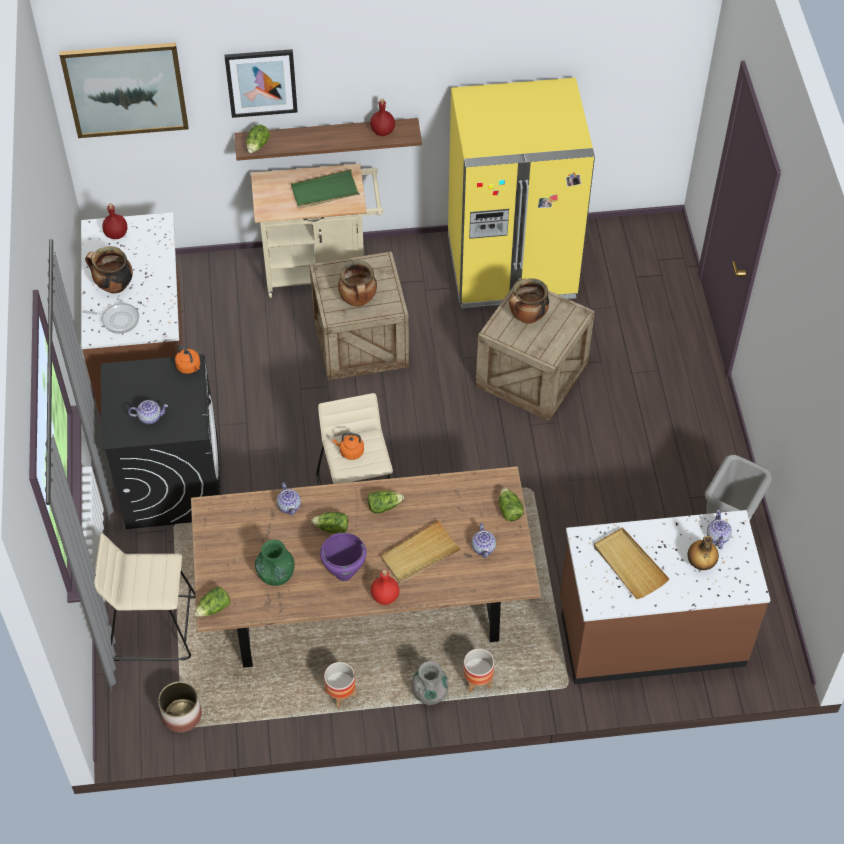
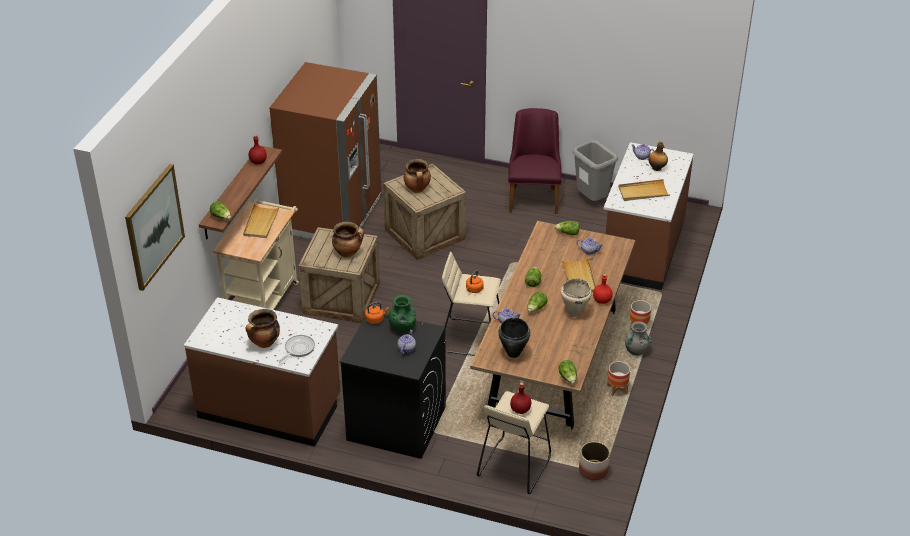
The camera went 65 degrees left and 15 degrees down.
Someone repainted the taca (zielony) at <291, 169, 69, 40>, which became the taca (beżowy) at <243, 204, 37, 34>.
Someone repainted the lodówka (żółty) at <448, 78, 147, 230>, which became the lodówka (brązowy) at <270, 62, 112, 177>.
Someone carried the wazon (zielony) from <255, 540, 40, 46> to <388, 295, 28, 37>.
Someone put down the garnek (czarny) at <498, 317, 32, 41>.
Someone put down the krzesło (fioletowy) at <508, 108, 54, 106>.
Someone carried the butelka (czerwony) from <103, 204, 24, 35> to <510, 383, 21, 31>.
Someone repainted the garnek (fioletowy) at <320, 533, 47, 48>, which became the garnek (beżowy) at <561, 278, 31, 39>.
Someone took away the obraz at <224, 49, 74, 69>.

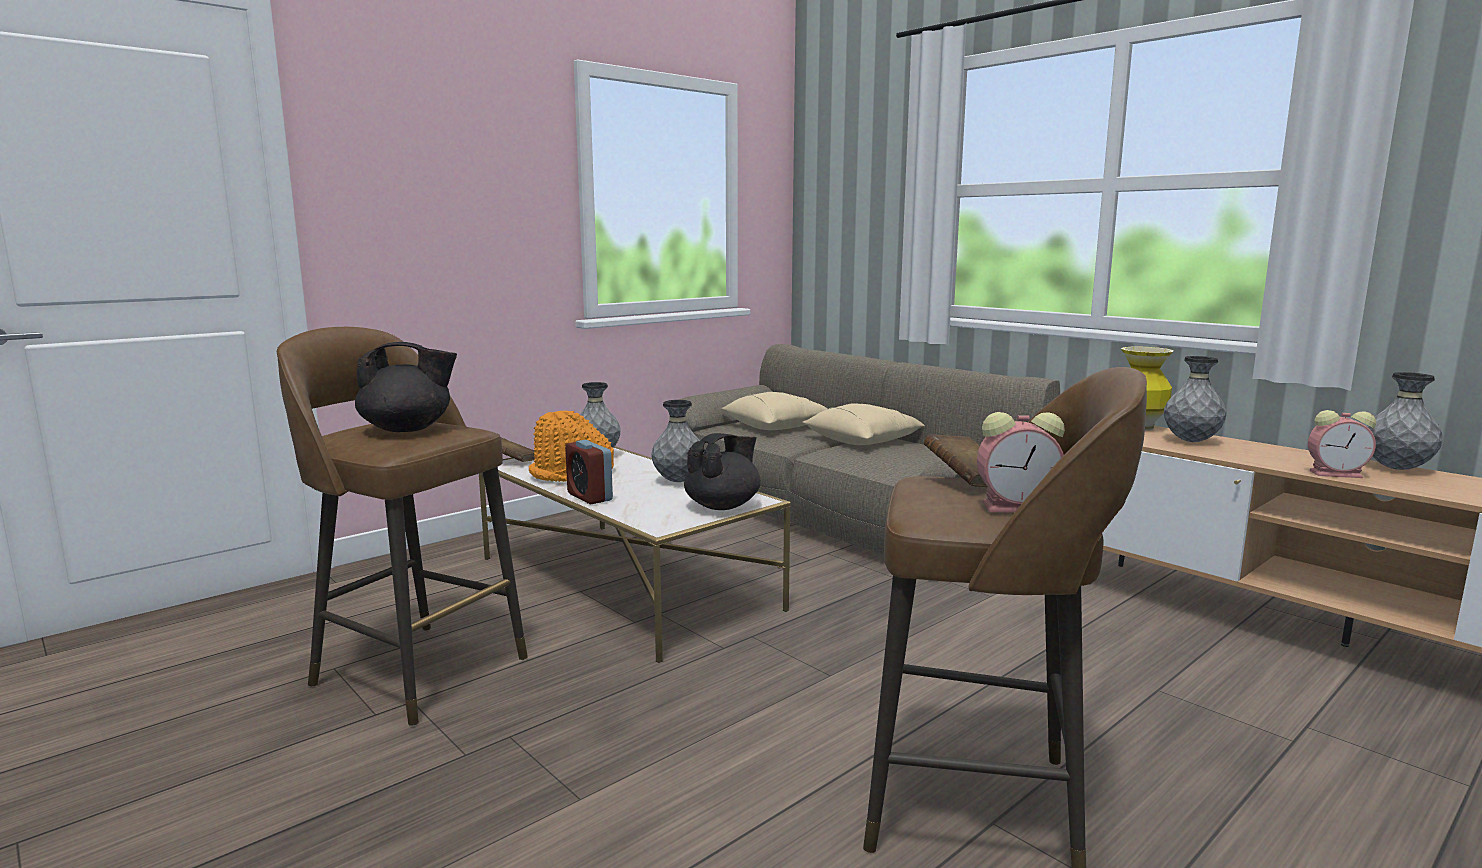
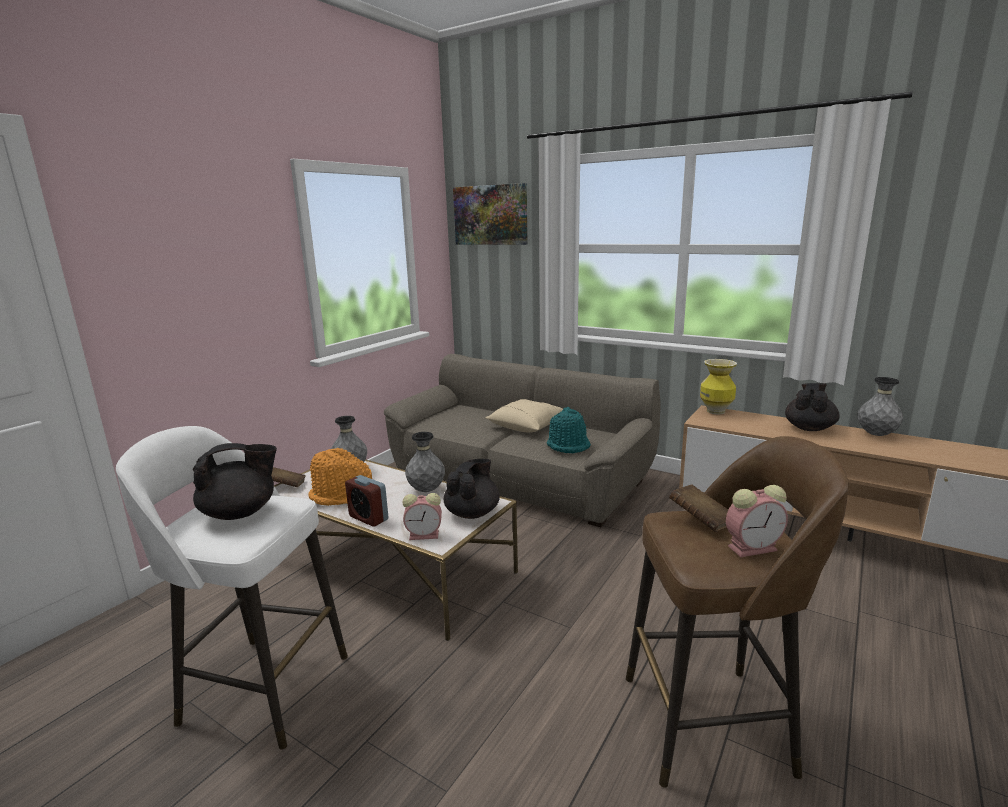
The camera went 15 degrees left and 5 degrees up.
Someone repainted the stołek (brązowy) at <277, 327, 251, 399>, which became the stołek (biały) at <116, 426, 232, 324>.
Someone carried the budzik from <1308, 410, 68, 68> to <403, 493, 39, 47>.
Someone put up the obraz at <453, 183, 74, 62>.
Someone put down the kapelusz (turkusowy) at <547, 407, 43, 46>.
Someone put down the imbryk (czarny) at <785, 383, 55, 48>.
Someone took away the poduszka (beżowy) at <721, 392, 106, 38>.
Someone took away the wazon (szary) at <1164, 356, 63, 86>.

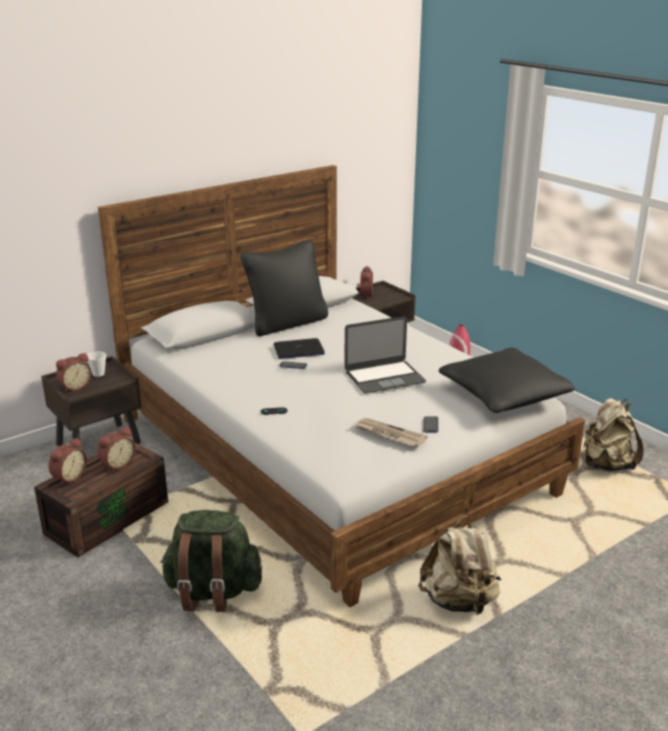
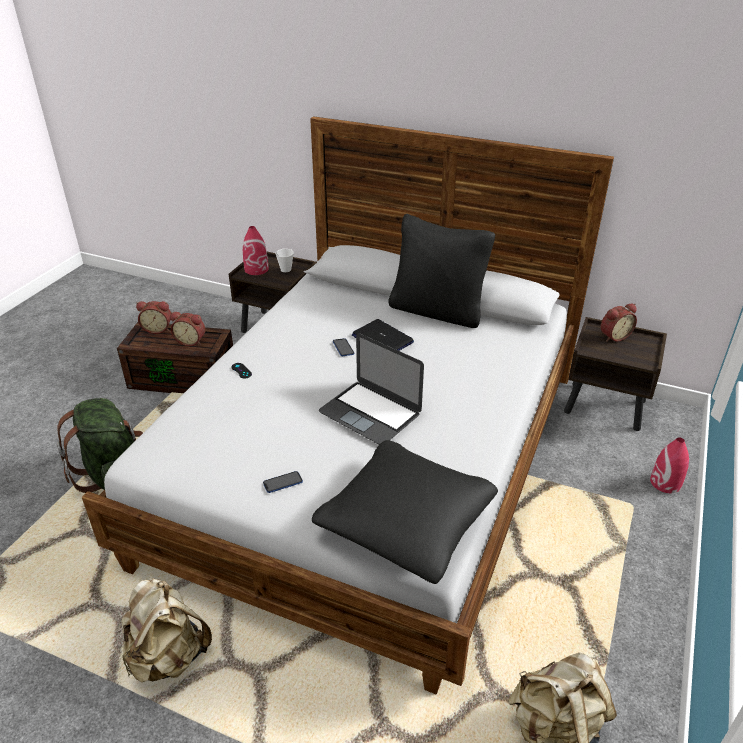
The camera went 60 degrees right and 10 degrees up.
Someone swapped the budzik at <56, 353, 36, 39> for the wazon (czerwony) at <243, 226, 26, 49>.
Someone took away the gazeta at <354, 418, 74, 29>.

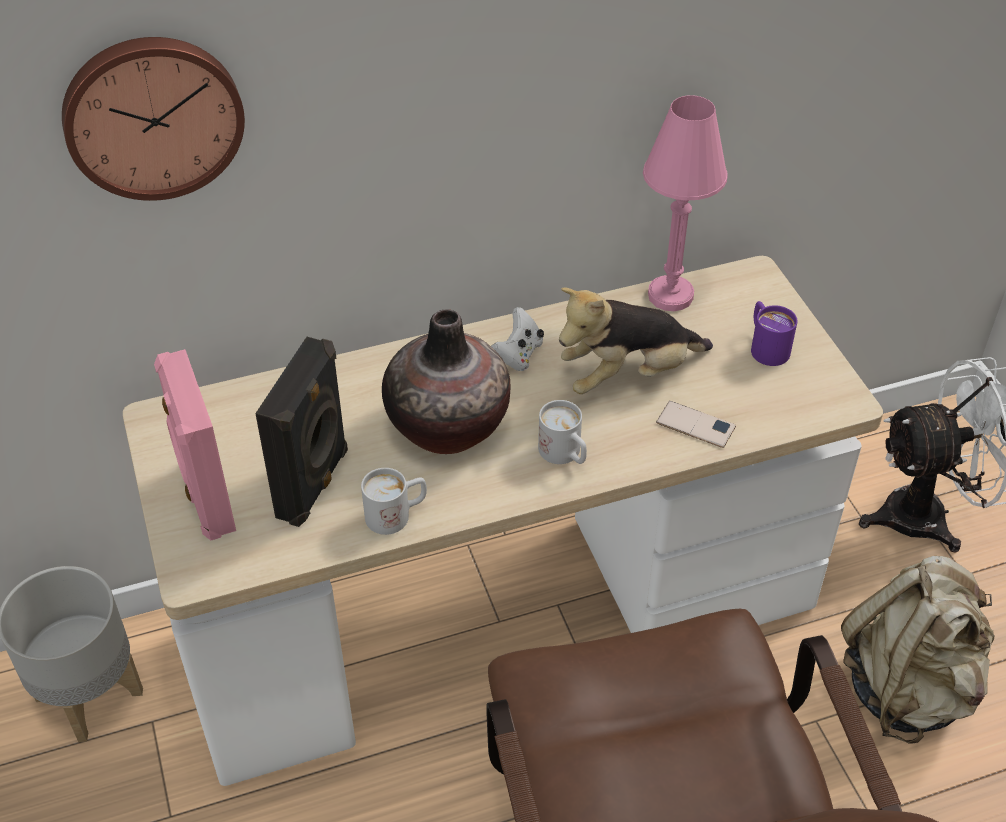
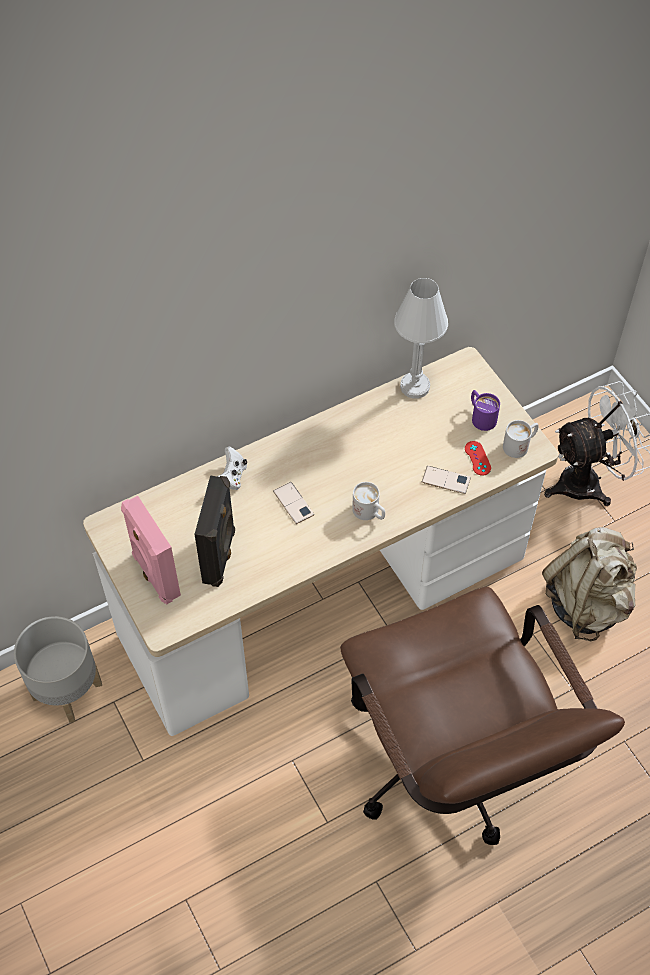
The camera went 10 degrees left and 10 degrees up.
Someone carried the pad do gier (biały) from <491, 307, 53, 64> to <217, 447, 30, 43>.
Someone swapped the wazon at <382, 309, 128, 145> for the telefon at <273, 482, 41, 42>.
Someone repainted the lampa stołowa (różowy) at <643, 95, 85, 216>, which became the lampa stołowa (biały) at <394, 278, 54, 121>.
Someone put down the pad do gier (czerwony) at <465, 441, 26, 35>.
Someone carried the kubek (biały) from <361, 468, 66, 67> to <503, 420, 36, 38>.
Someone took away the zegar ścienny at <62, 37, 183, 164>.
Someone took away the pluszak at <559, 287, 154, 107>.

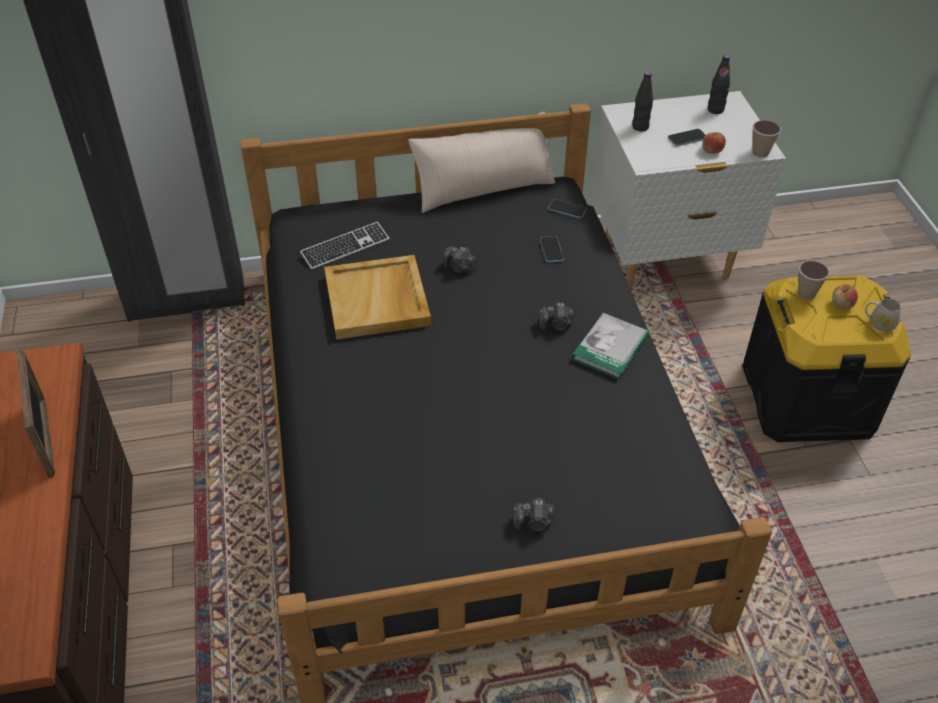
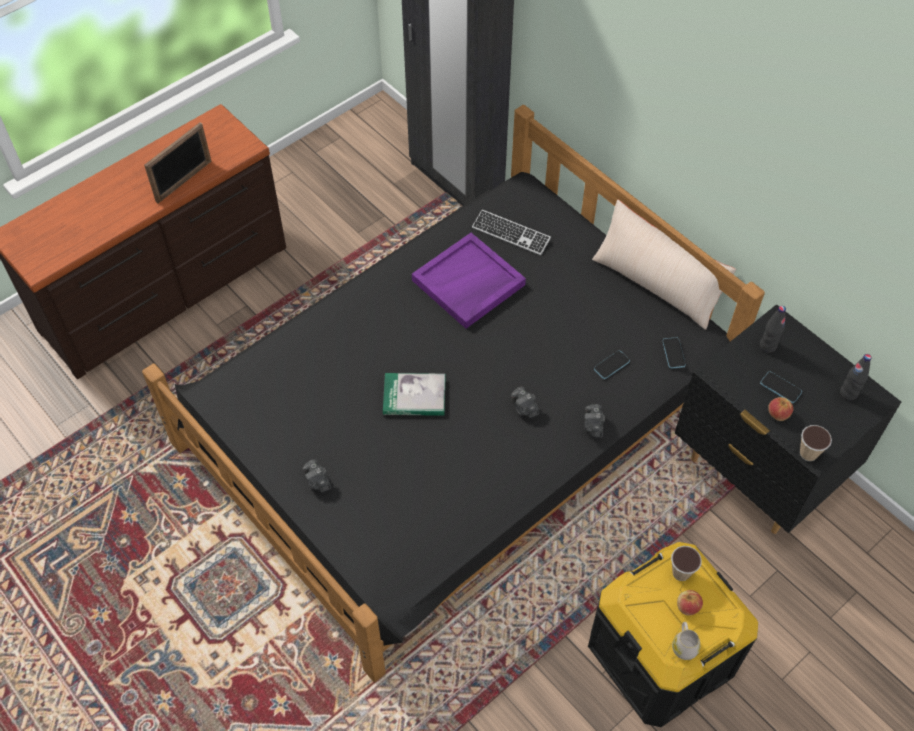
The camera went 60 degrees right and 10 degrees up.
Someone carried the książka from <572, 313, 77, 66> to <383, 373, 62, 43>.
Someone repainted the taca (beżowy) at <324, 255, 107, 85>, which became the taca (fioletowy) at <412, 233, 114, 96>.
Someone carried the aparat fotograficzny from <443, 246, 34, 27> to <585, 404, 20, 34>.
Someone repainted the szafka nocna (biały) at <592, 91, 194, 199>, which became the szafka nocna (czarny) at <675, 304, 226, 230>.

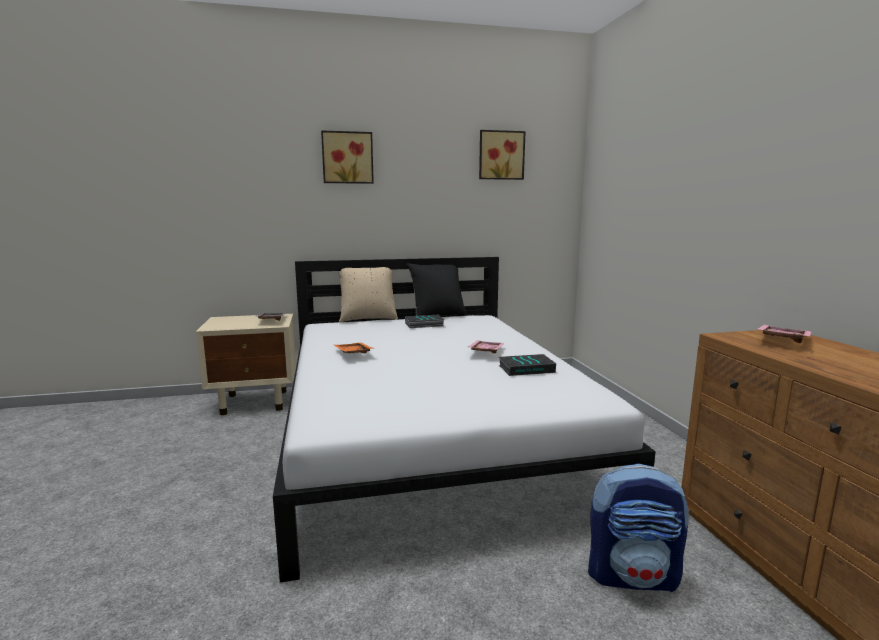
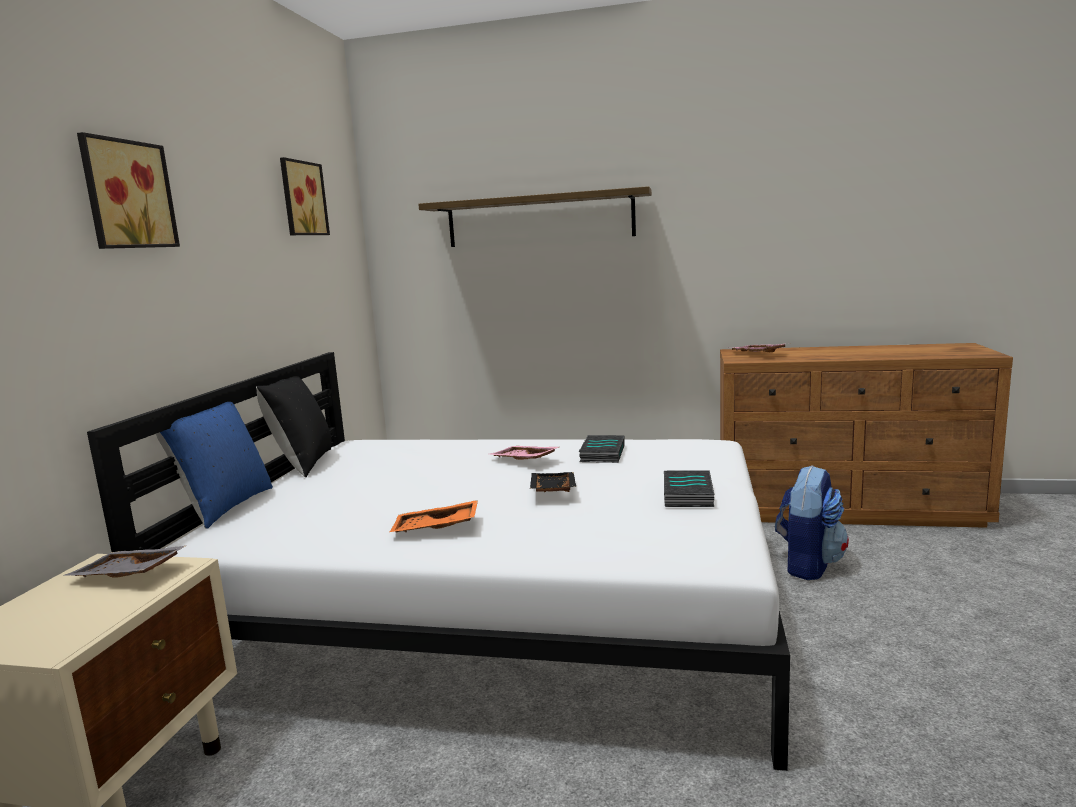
The camera went 65 degrees left and 0 degrees up.
Someone repainted the poduszka (beżowy) at <338, 267, 60, 56>, which became the poduszka (niebieski) at <156, 402, 117, 127>.
Someone put up the półka at <418, 186, 234, 61>.
Someone put down the taca (czarny) at <530, 472, 46, 20>.
Someone carried the książka from <405, 315, 40, 13> to <664, 471, 50, 36>.

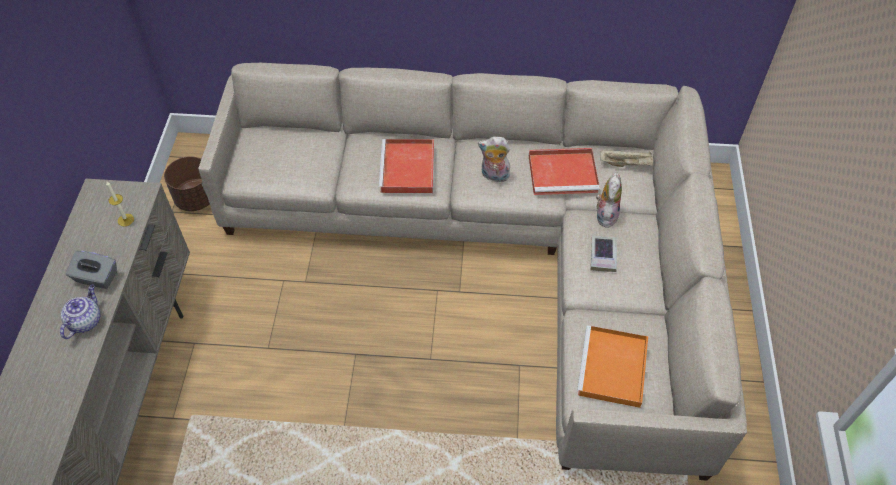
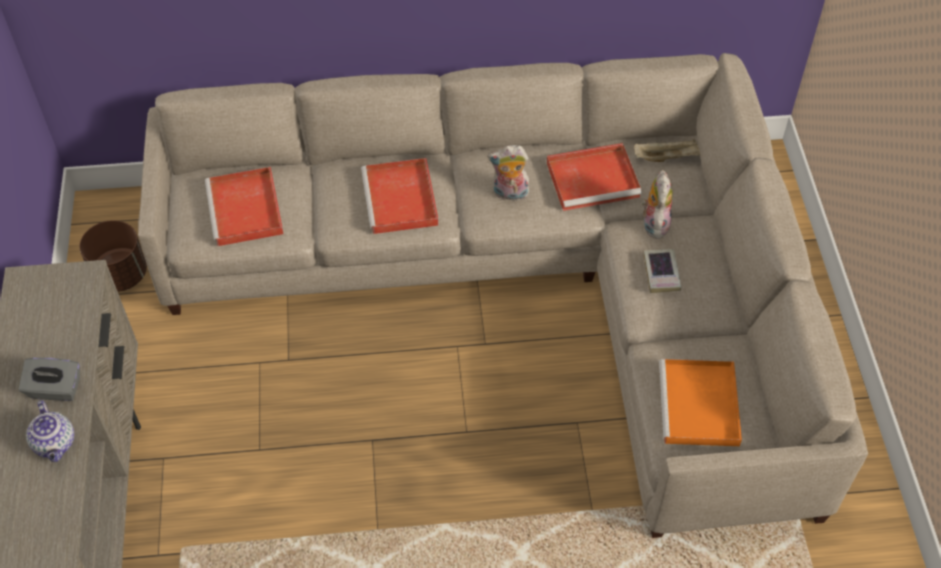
The camera went 10 degrees left and 0 degrees up.
Someone rotated the imbryk at <60, 285, 41, 54> by 150 degrees clockwise.
Someone put down the taca (czerwony) at <205, 167, 79, 79>.
Someone took away the świeca at <106, 182, 28, 45>.

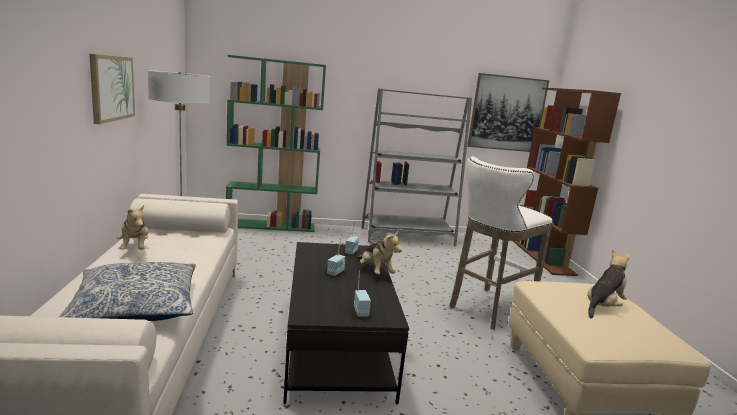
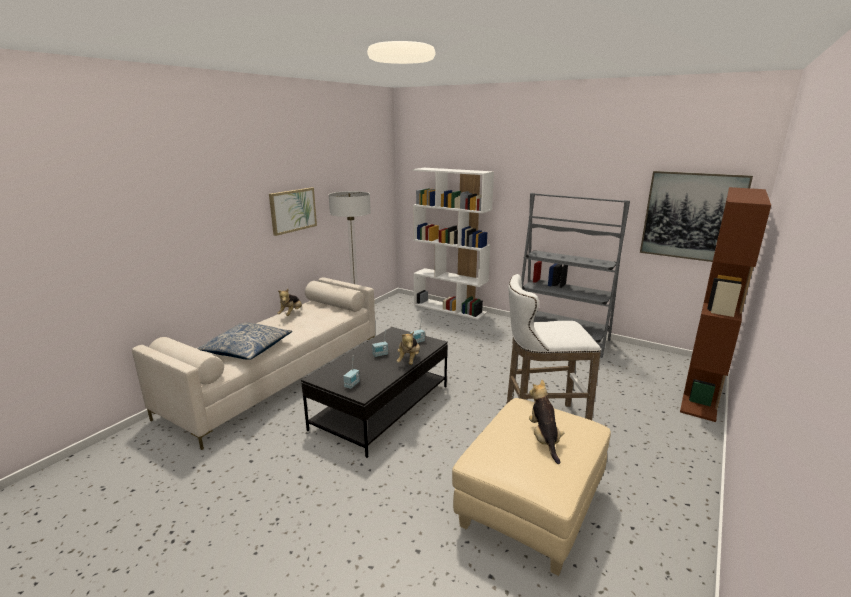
The camera went 40 degrees right and 5 degrees up.
Someone repainted the regał (zielony) at <226, 55, 100, 177>, which became the regał (biały) at <413, 168, 81, 152>.
Someone rotated the pluszak at <587, 249, 43, 69> by 90 degrees counterclockwise.

